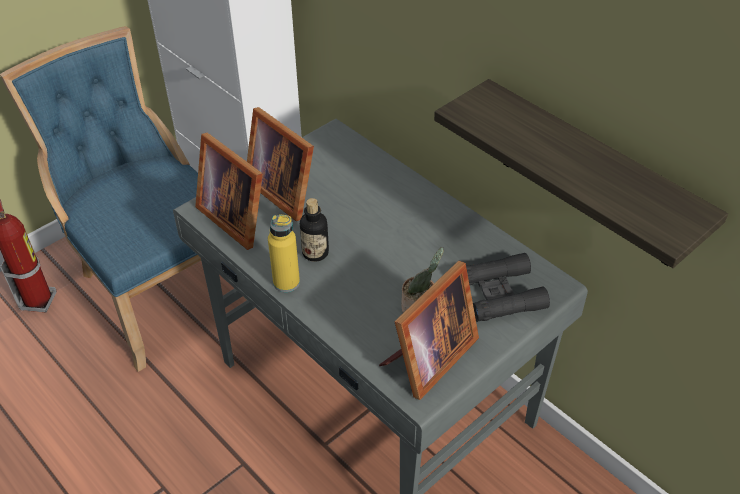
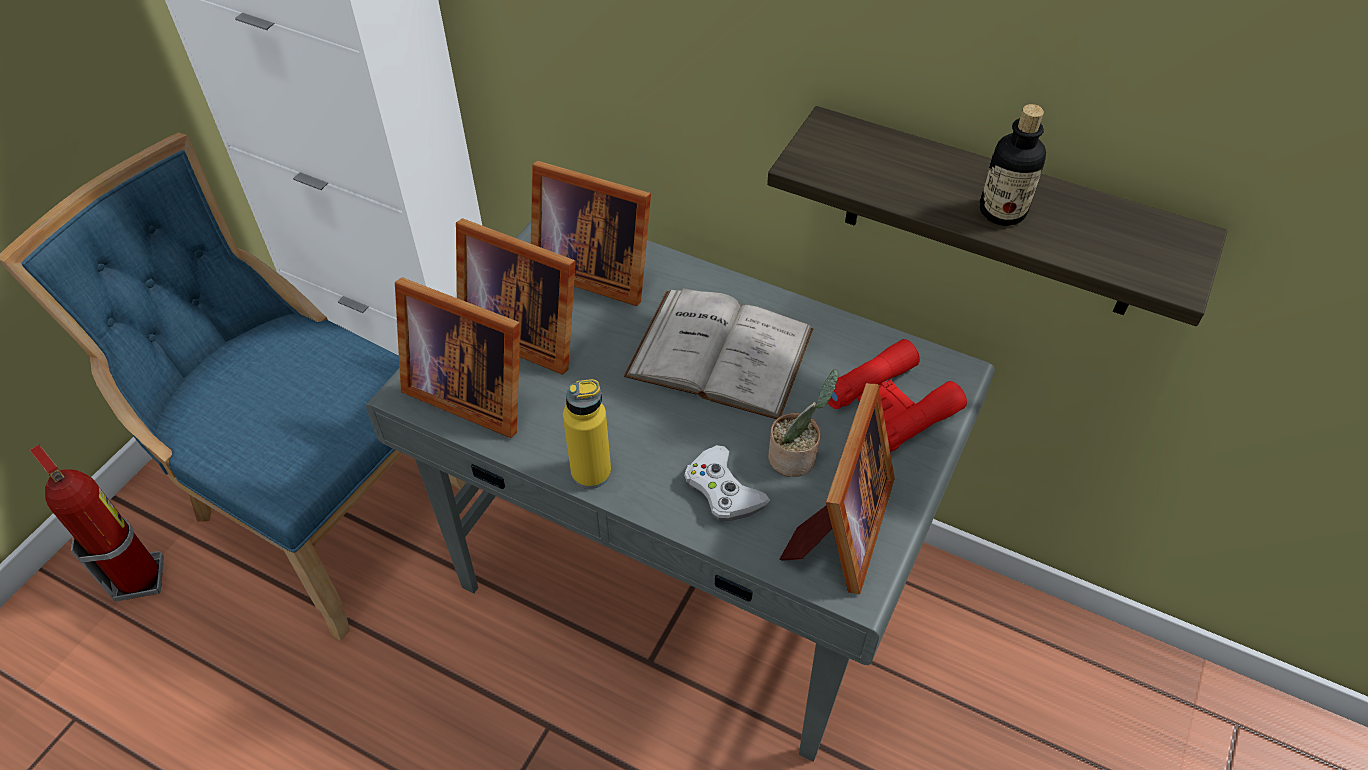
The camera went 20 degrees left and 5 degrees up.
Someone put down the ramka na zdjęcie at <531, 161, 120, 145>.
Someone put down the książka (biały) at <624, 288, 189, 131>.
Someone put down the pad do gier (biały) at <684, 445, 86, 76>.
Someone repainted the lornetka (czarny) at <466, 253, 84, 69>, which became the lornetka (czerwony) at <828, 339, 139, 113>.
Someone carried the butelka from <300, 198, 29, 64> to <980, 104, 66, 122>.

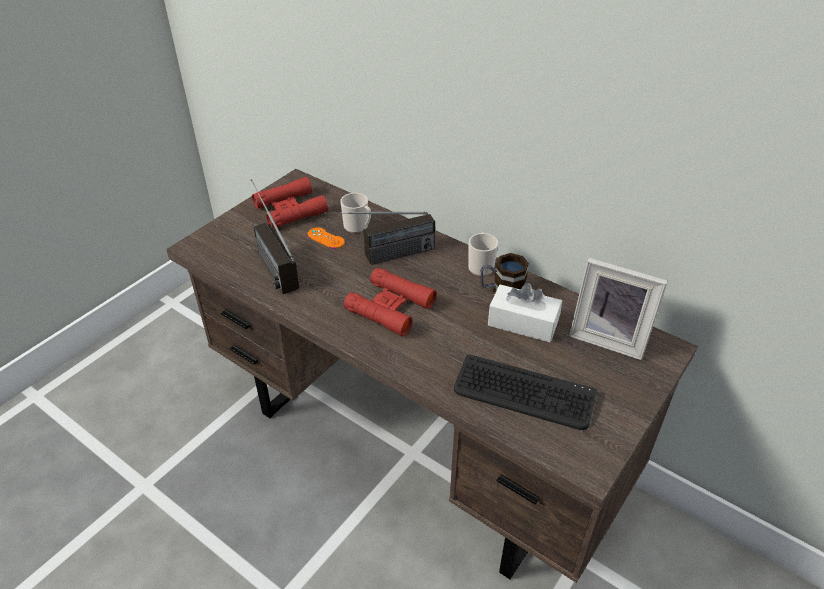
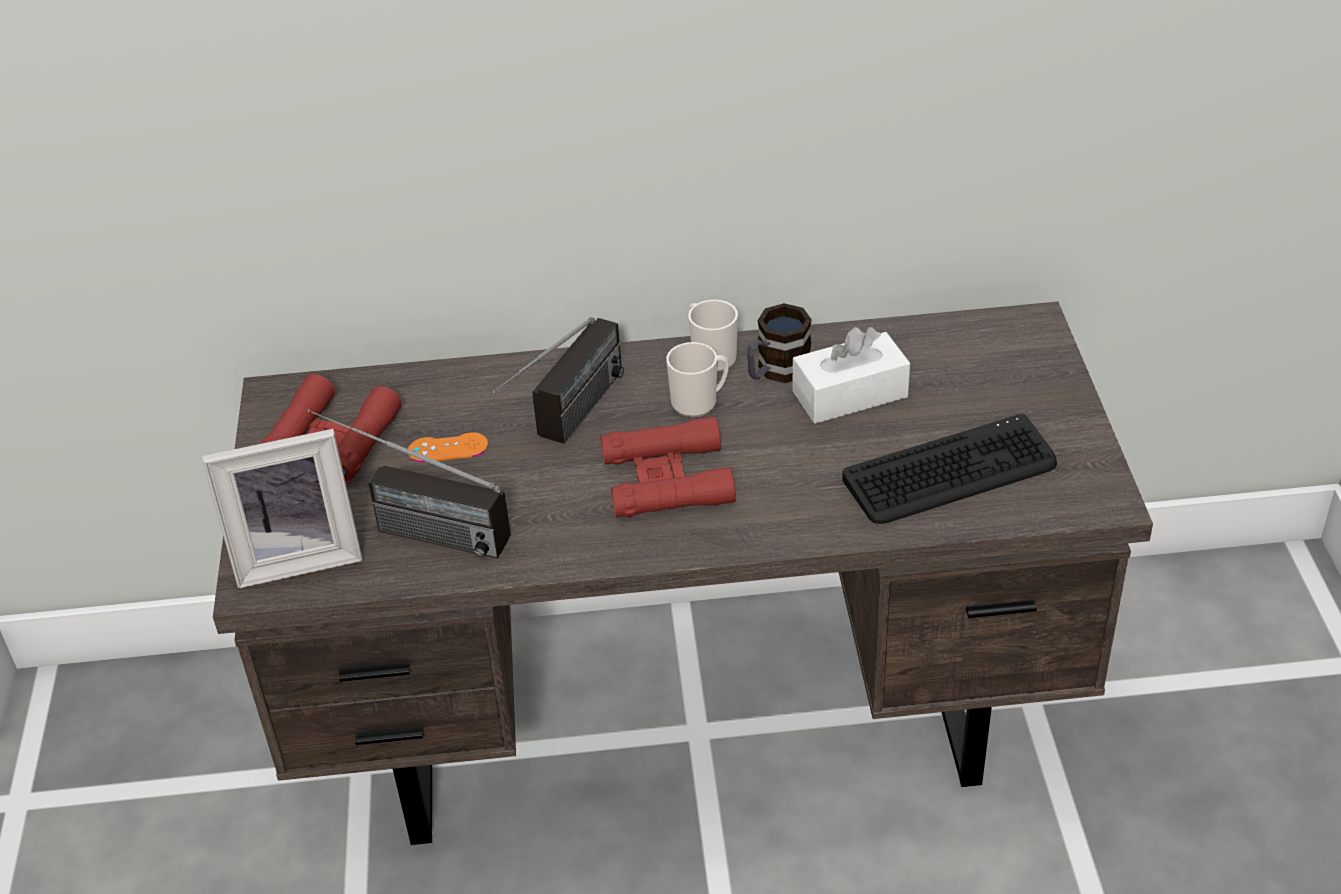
The camera went 40 degrees left and 0 degrees up.
Someone carried the ramka na zdjęcie from <569, 258, 99, 102> to <202, 429, 161, 160>.
Someone carried the kubek from <341, 193, 30, 40> to <666, 342, 63, 75>.

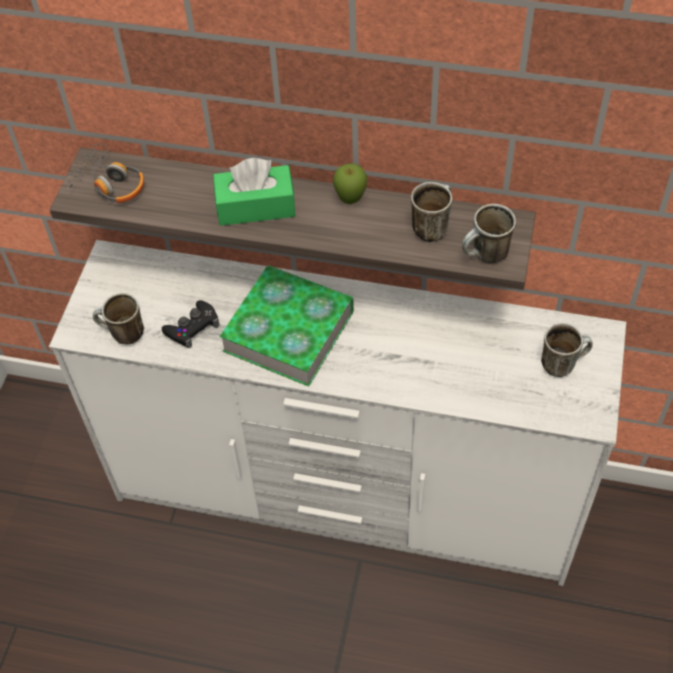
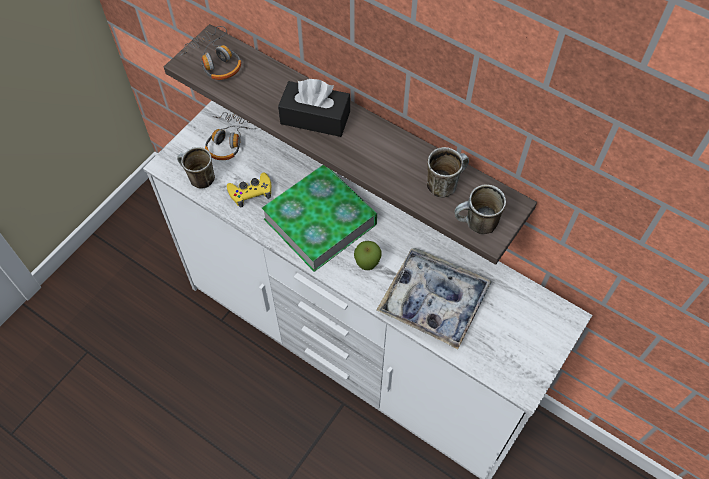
The camera went 20 degrees right and 5 degrees up.
Someone put down the słuchawki at <205, 112, 52, 48>.
Someone repainted the pad do gier (czarny) at <162, 300, 57, 48>, which became the pad do gier (żółty) at <227, 173, 44, 35>.
Someone repainted the pudełko chusteczek (zielony) at <213, 158, 82, 68>, which became the pudełko chusteczek (czarny) at <278, 79, 72, 58>.
Someone carried the jabłko from <333, 163, 34, 41> to <354, 241, 28, 29>.
Someone put down the taca at <376, 248, 116, 101>.
Someone took away the kubek at <541, 323, 52, 54>.

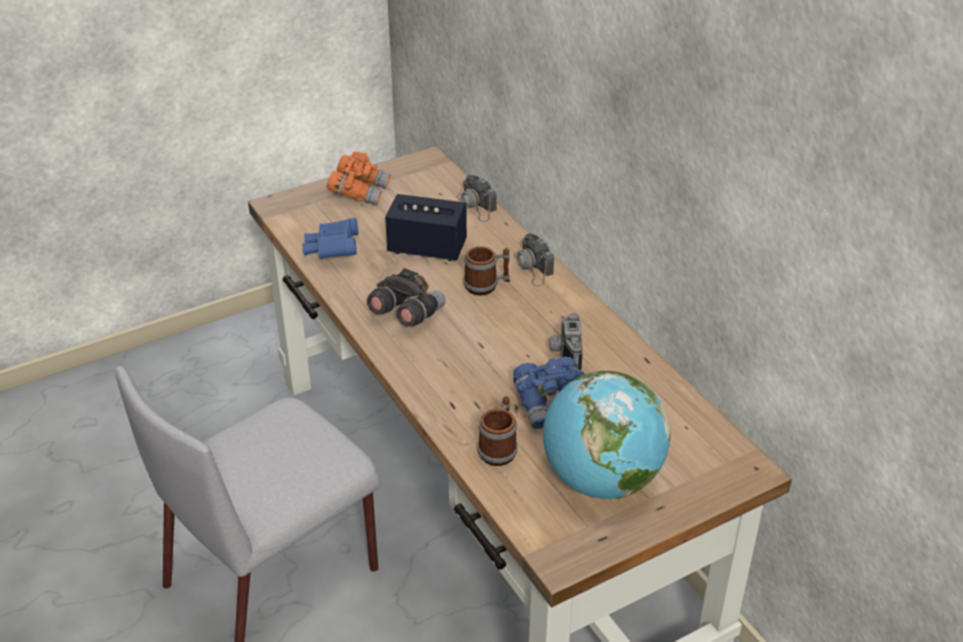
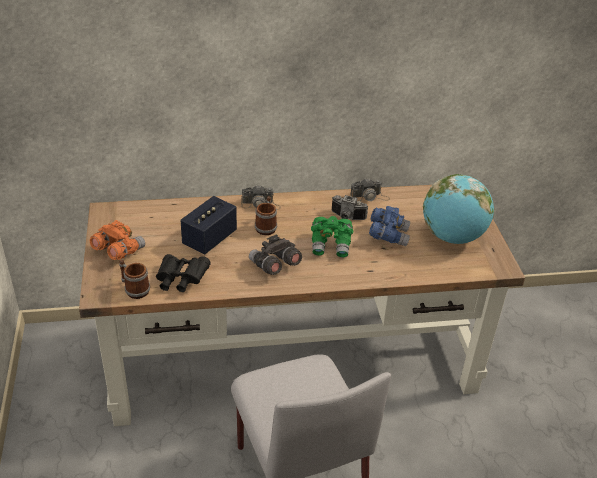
The camera went 70 degrees left and 0 degrees up.
Someone carried the kubek from <477, 396, 41, 70> to <119, 259, 31, 40>.
Someone repainted the lornetka (niebieski) at <302, 218, 57, 41>, which became the lornetka (czarny) at <156, 254, 55, 38>.
Someone put down the lornetka (zielony) at <311, 216, 42, 42>.
Someone carried the aparat fotograficzny from <456, 175, 41, 47> to <350, 178, 40, 23>.

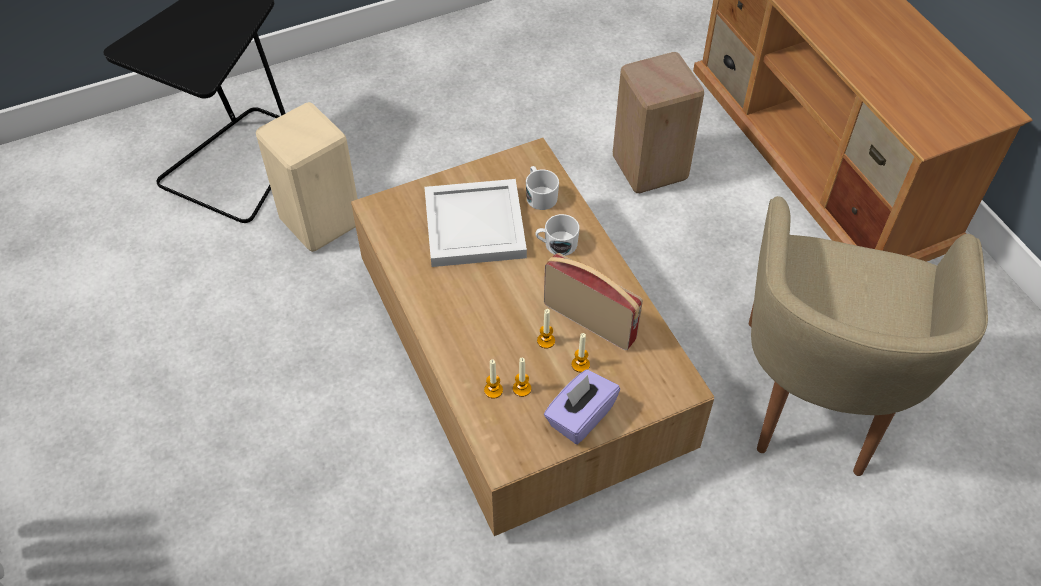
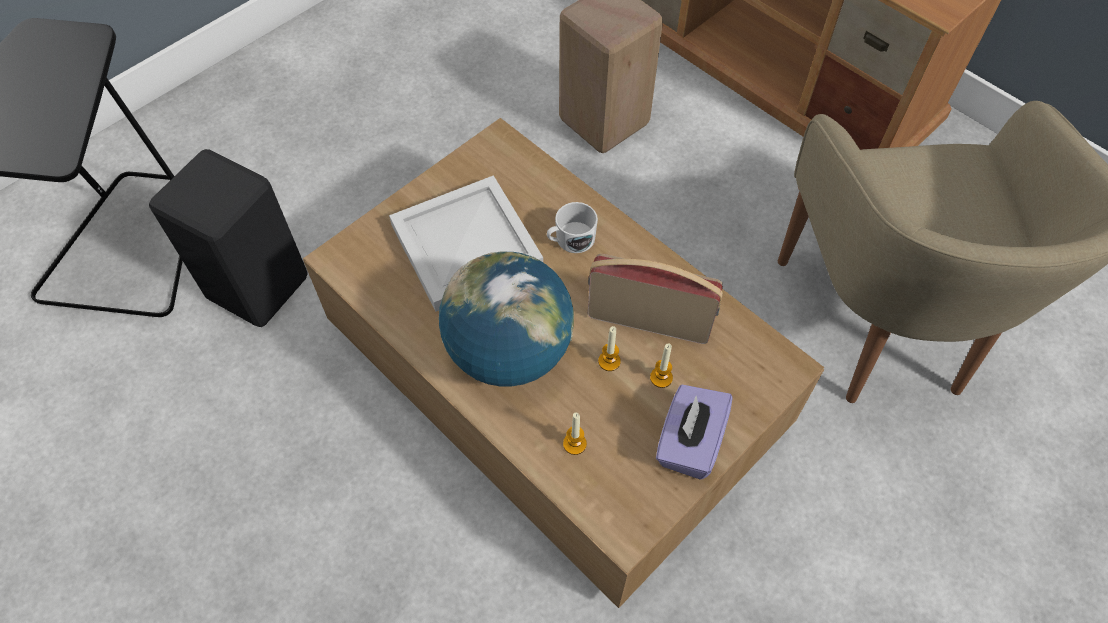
The camera went 20 degrees left and 5 degrees up.
Someone repainted the stołek (beżowy) at <256, 102, 102, 150>, which became the stołek (czarny) at <149, 149, 159, 178>.
Someone put down the globus at <439, 251, 135, 135>.
Someone took away the świeca at <513, 358, 18, 39>.
Someone took away the kubek (biały) at <526, 166, 33, 44>.

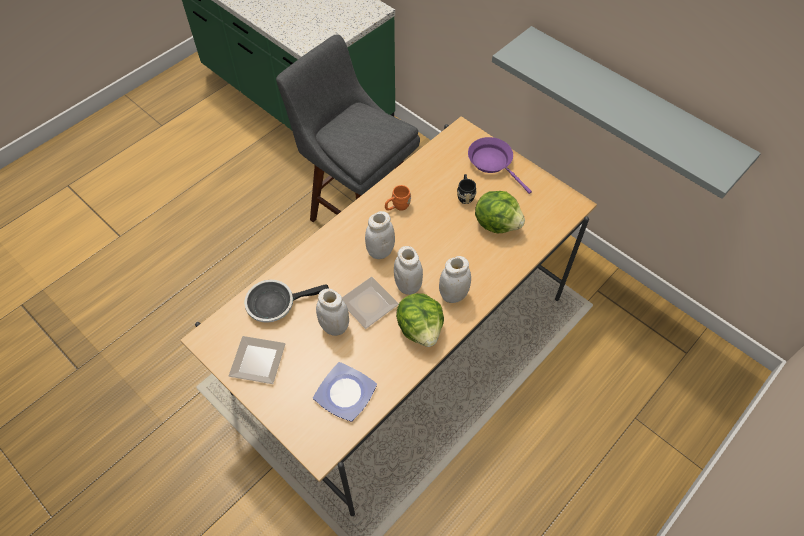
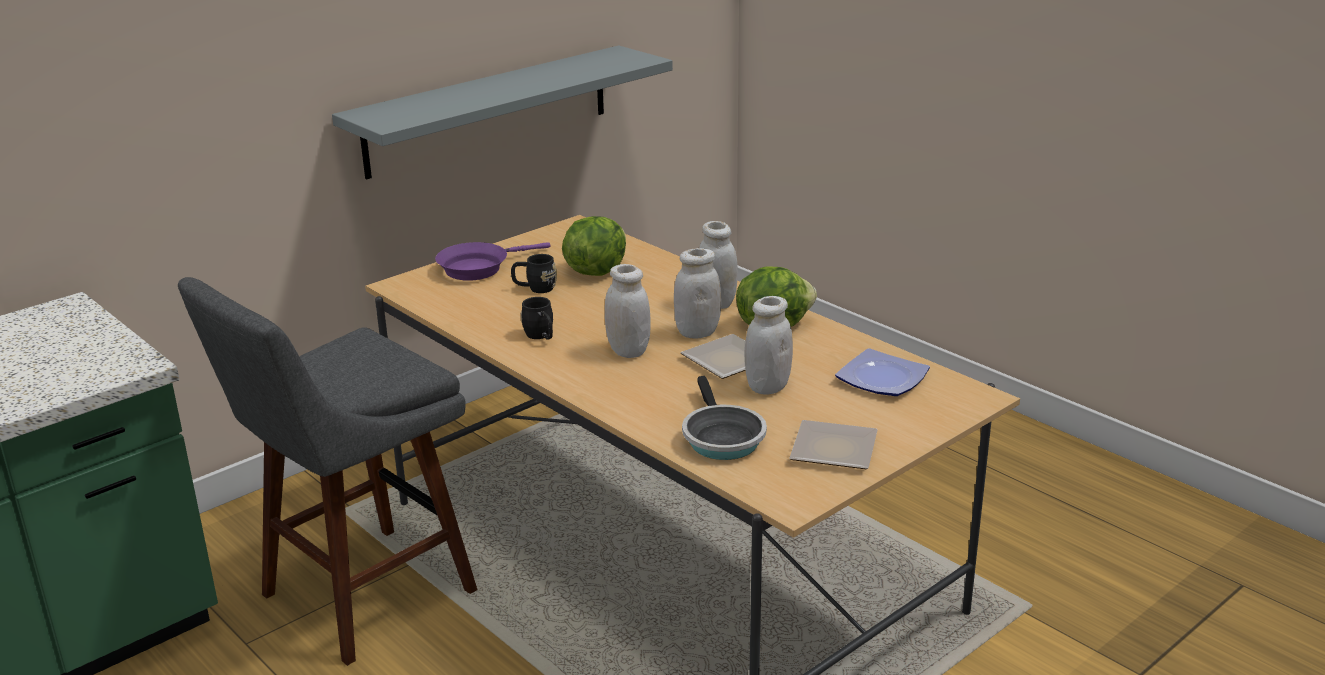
The camera went 85 degrees left and 30 degrees down.
Someone repainted the kubek (pomarańczowy) at <385, 185, 26, 26>, which became the kubek (czarny) at <521, 297, 32, 43>.

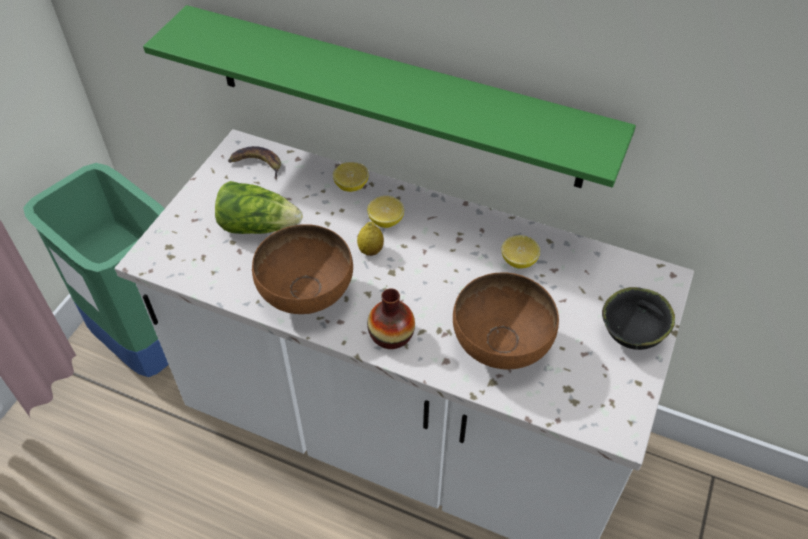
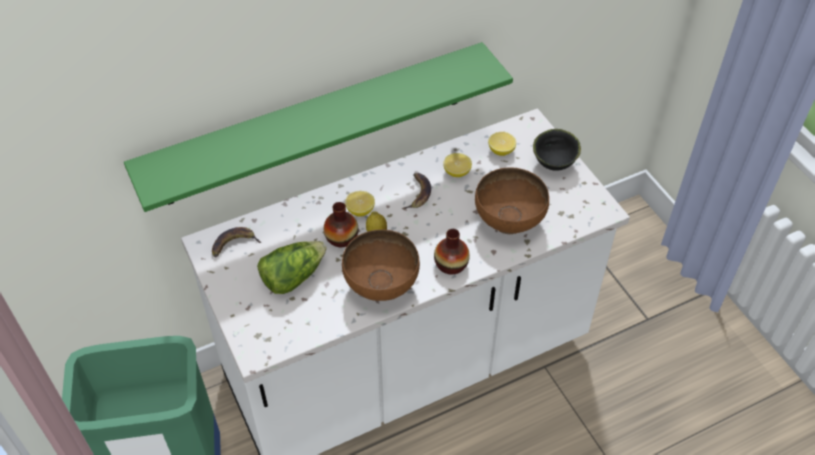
The camera went 50 degrees left and 0 degrees up.
Someone put down the wazon at <324, 202, 34, 45>.
Someone put down the banan at <402, 173, 29, 36>.
Someone carried the cytryna from <333, 162, 36, 30> to <488, 132, 28, 24>.

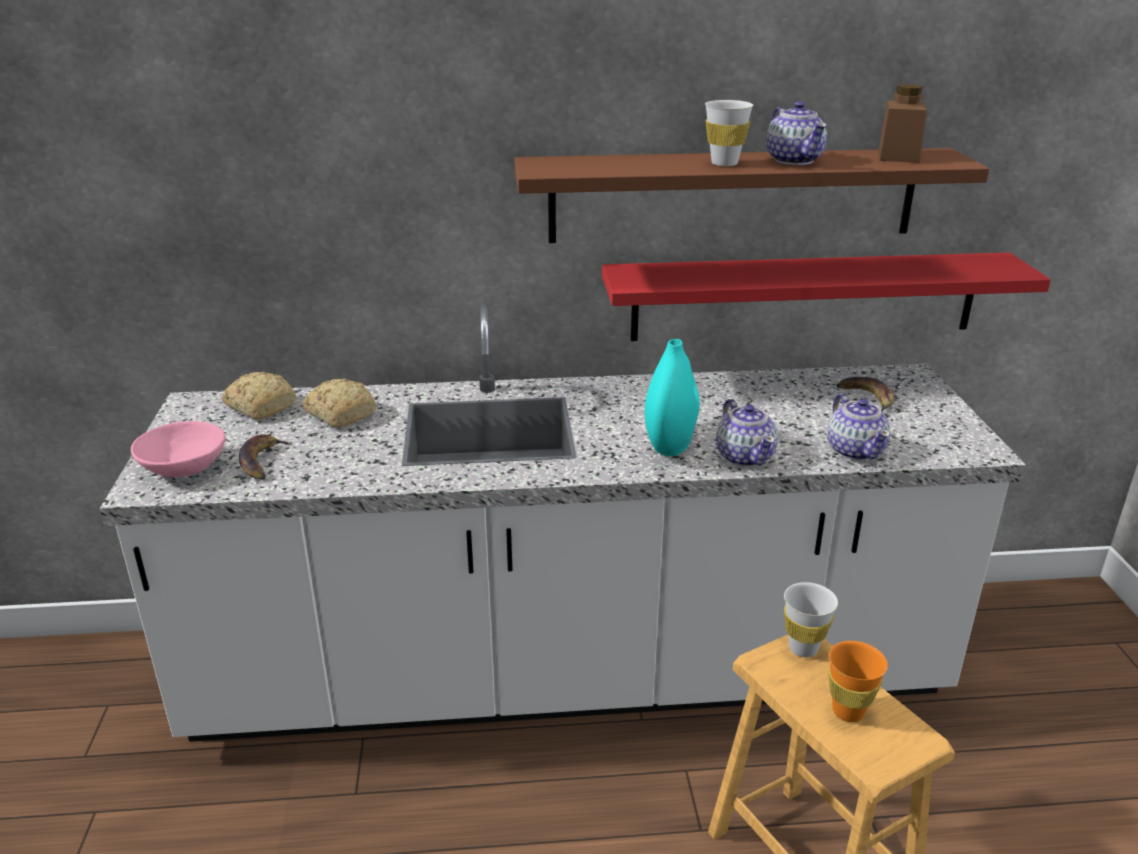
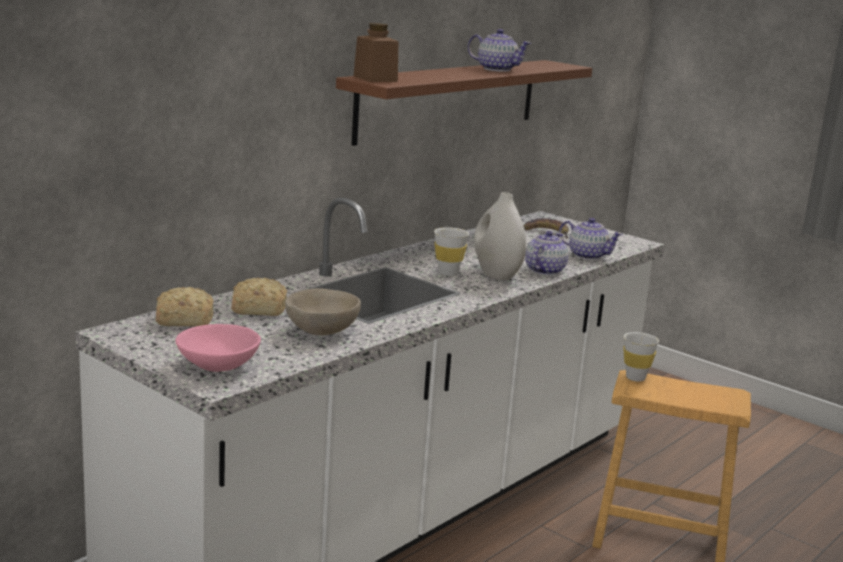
The camera went 45 degrees left and 10 degrees down.
Someone put down the miska (beżowy) at <285, 288, 76, 47>.
Someone carried the słoik (brązowy) from <878, 84, 49, 79> to <354, 23, 44, 59>.
Someone carried the filiżanka (biały) from <705, 100, 48, 66> to <434, 227, 35, 49>.
Someone repainted the wazon (turkusowy) at <645, 339, 55, 117>, which became the wazon (biały) at <474, 192, 52, 88>.
Someone rotated the imbryk at <716, 399, 62, 68> by 90 degrees counterclockwise.
Someone took away the banan at <239, 434, 54, 46>.
Someone took away the półka (czerwony) at <602, 252, 449, 89>.
Someone took away the filiżanka (pomarańczowy) at <828, 641, 60, 81>.

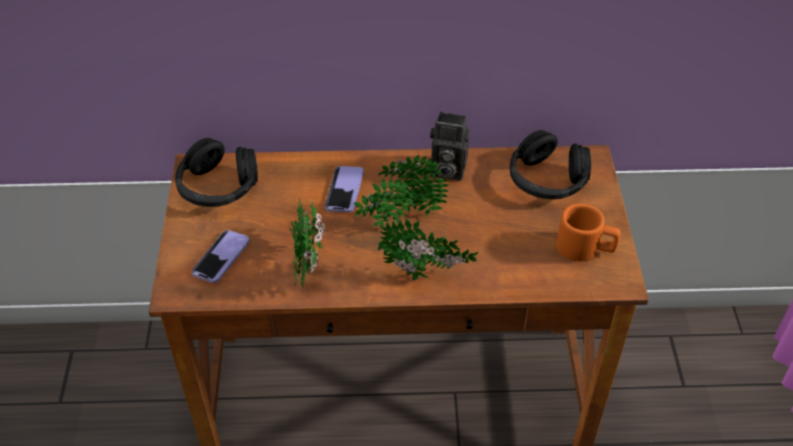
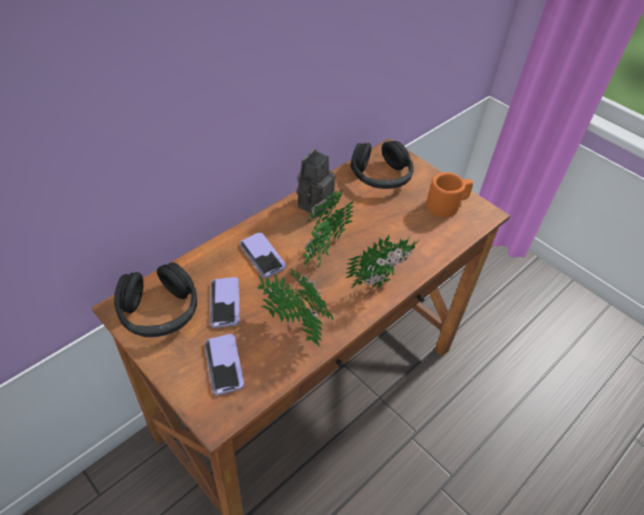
The camera went 45 degrees left and 0 degrees up.
Someone put down the telefon at <210, 277, 30, 51>.
Someone rotated the aparat fotograficzny at <430, 112, 40, 69> by 150 degrees clockwise.

